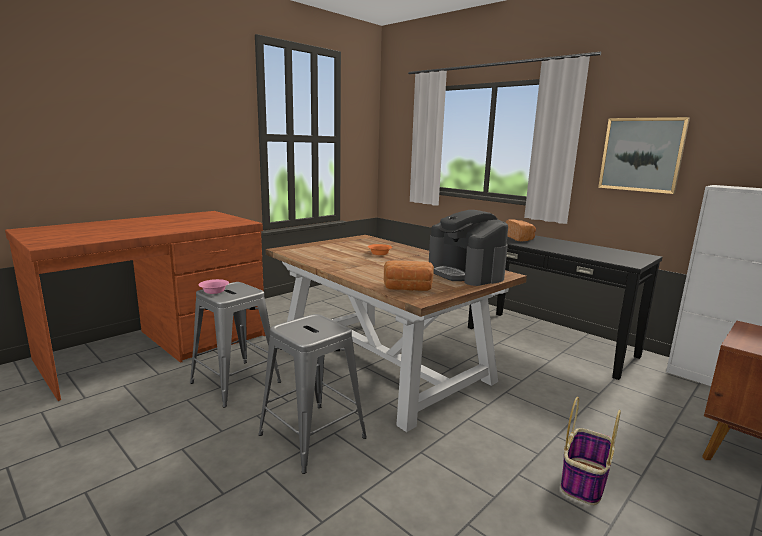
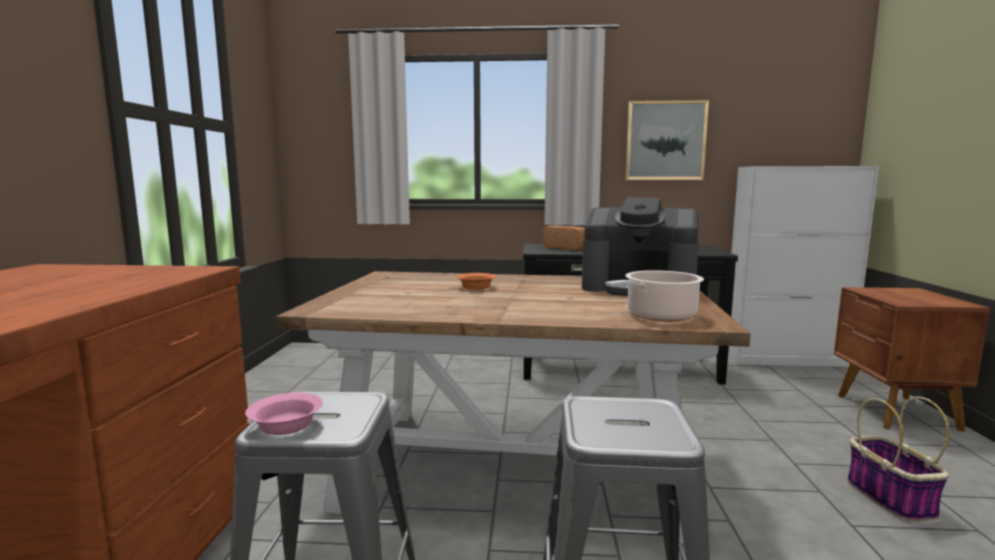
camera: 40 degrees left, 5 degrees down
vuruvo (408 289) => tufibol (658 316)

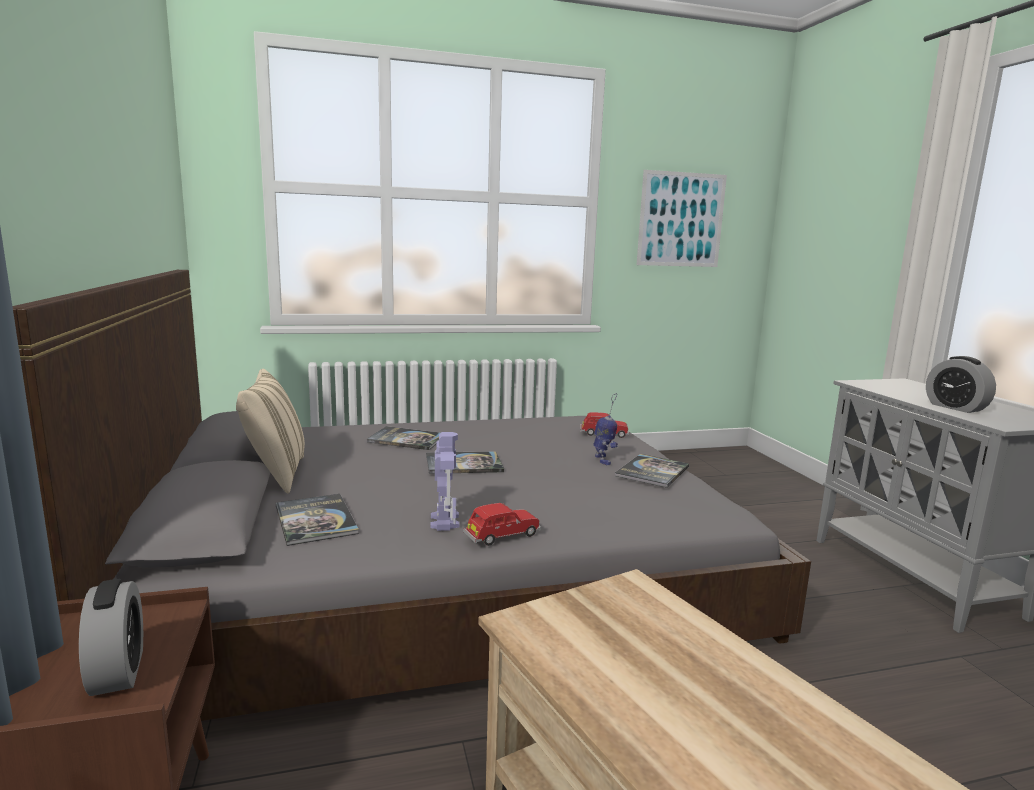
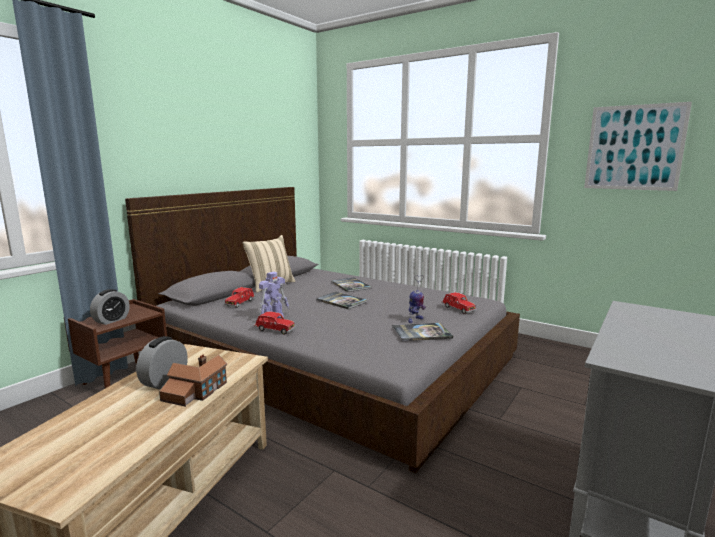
camera: 50 degrees right, 0 degrees up
nothing => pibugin (195 391)
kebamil (955 407) => kebamil (164 380), move
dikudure (315 520) => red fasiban (240 303)

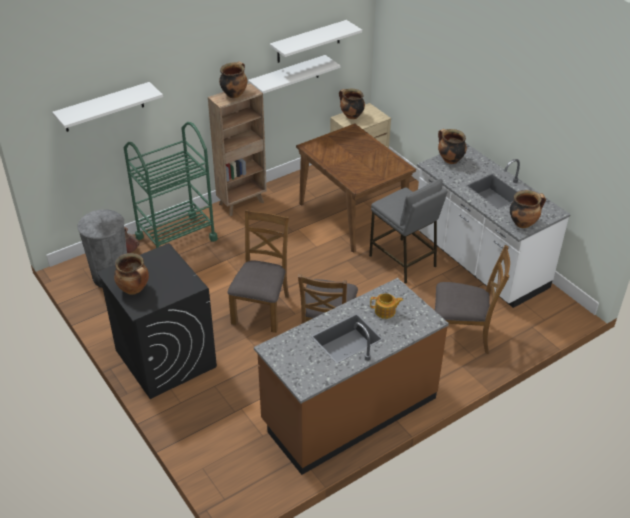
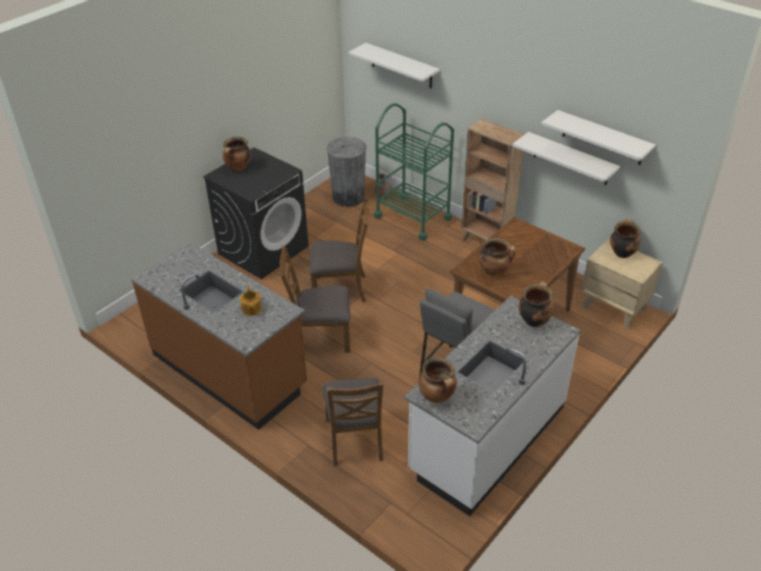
camera: 75 degrees right, 0 degrees up
tufibol (234 94) => tufibol (494 271), move

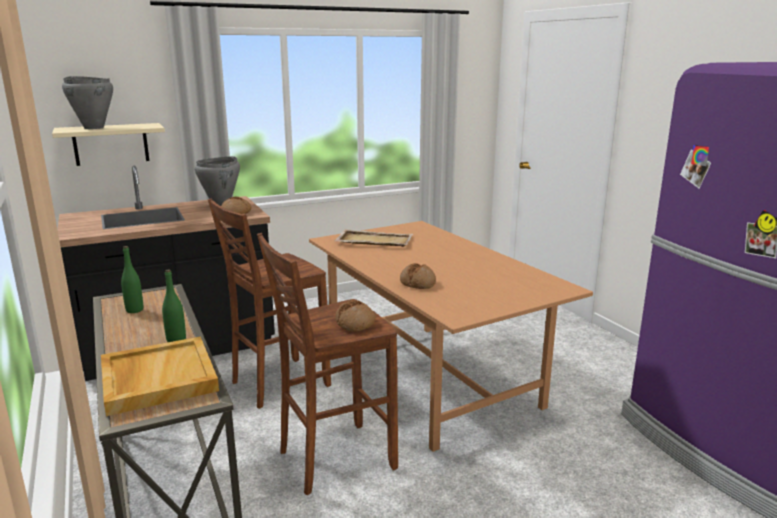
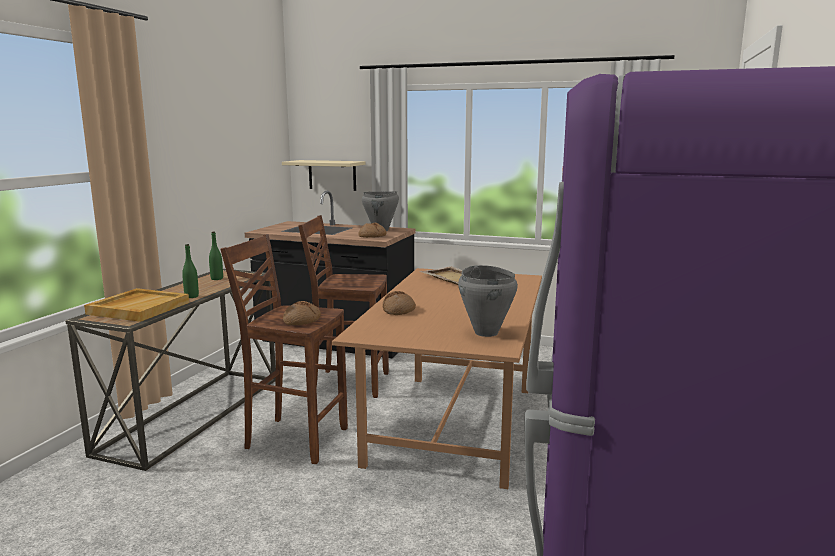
camera: 45 degrees right, 5 degrees down
grey tufibol (94 128) => grey tufibol (486 332), move

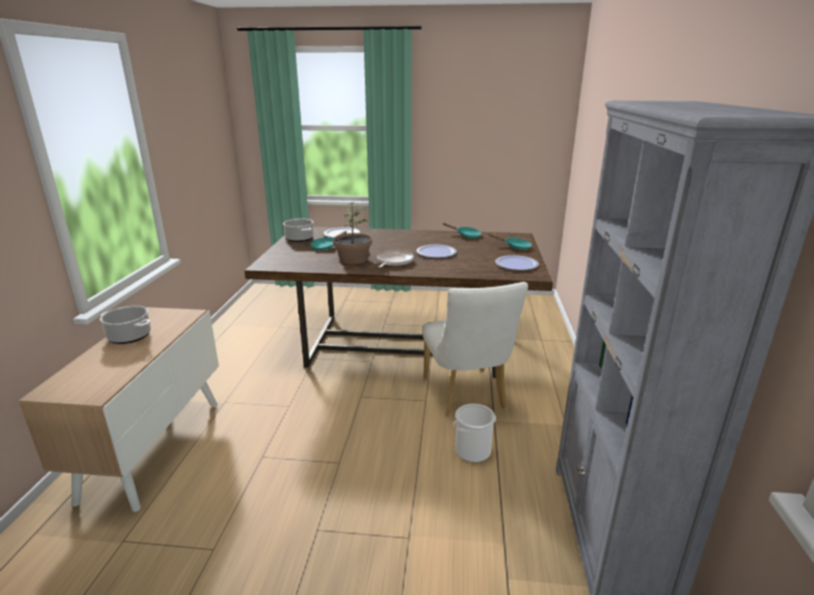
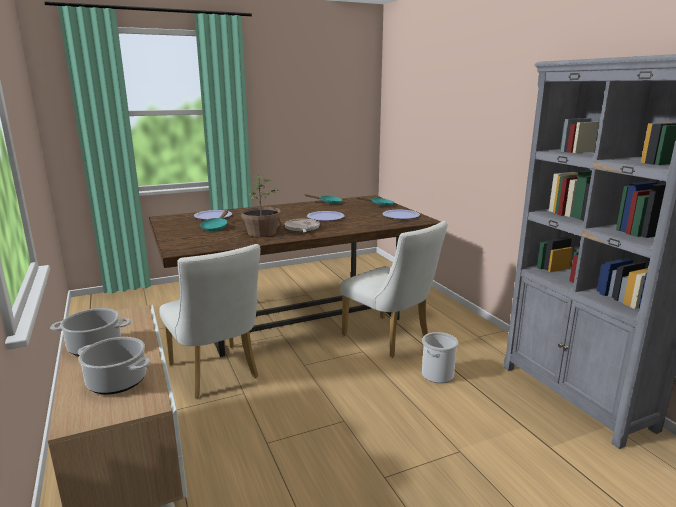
camera: 30 degrees left, 5 degrees down
nothing => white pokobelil (216 374)
tufibol (300 239) => tufibol (118 381), move

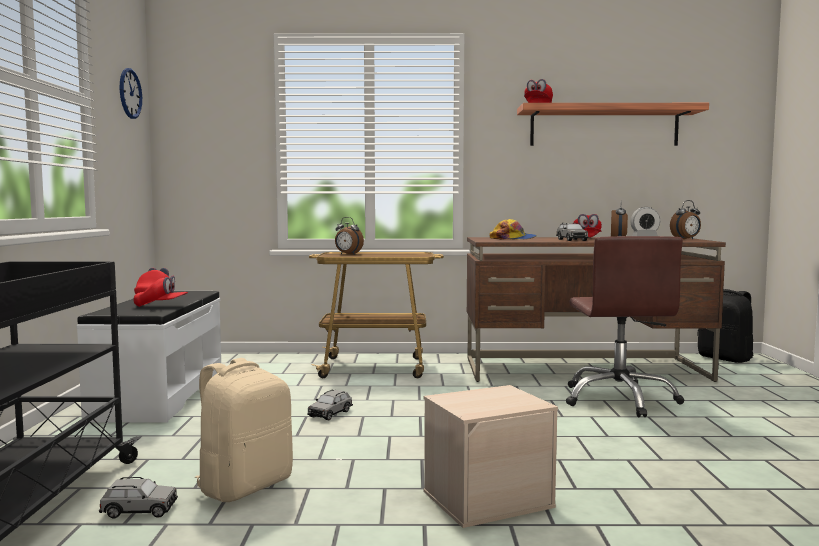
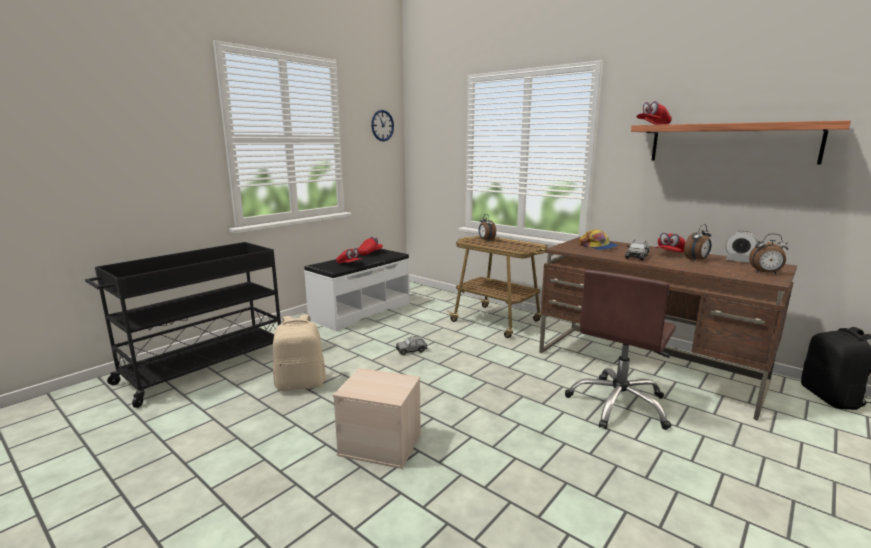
camera: 40 degrees right, 10 degrees up
grey fasiban (139 510) => nothing

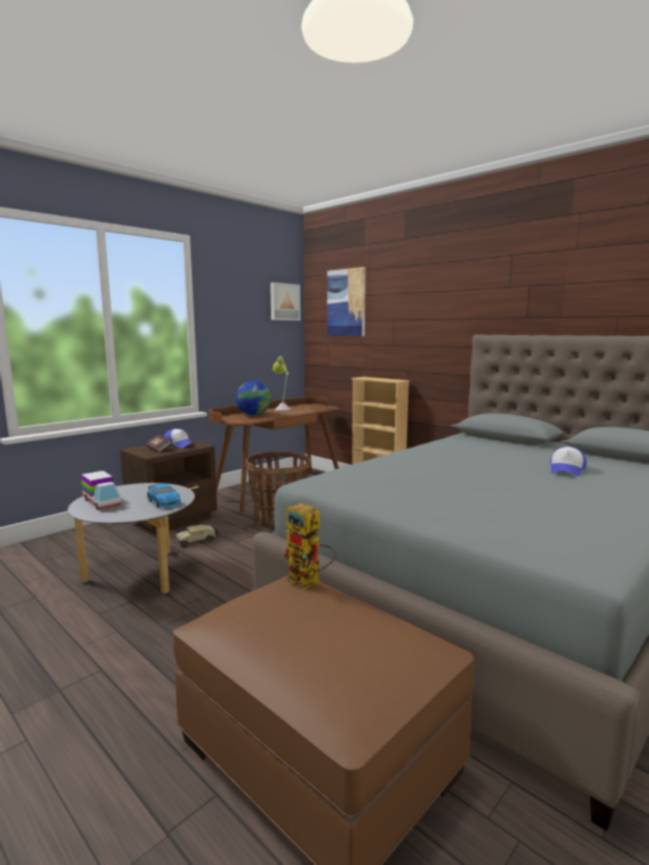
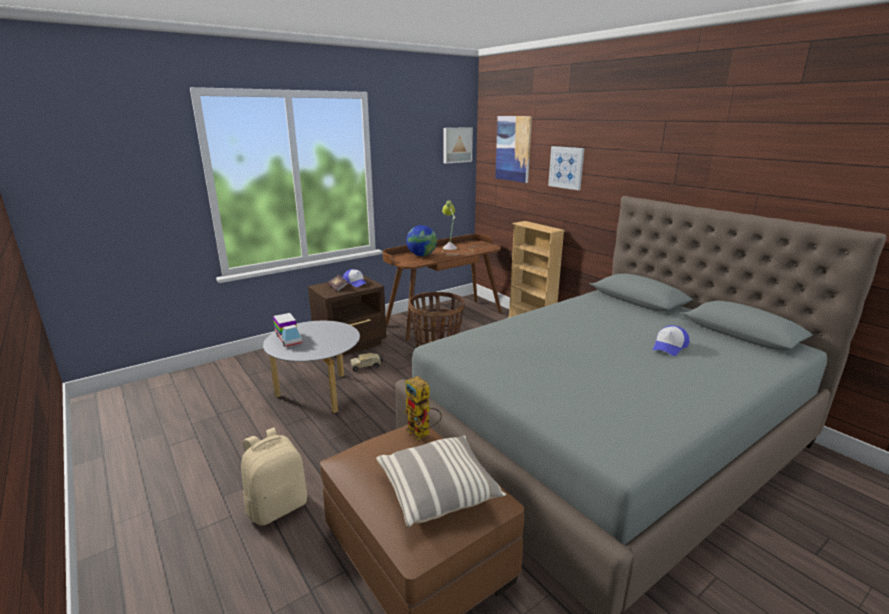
camera: 10 degrees right, 10 degrees up
fasiban (164 502) => nothing
nothing => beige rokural (278 506)
nothing => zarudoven (438 491)
nothing => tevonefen (566 167)

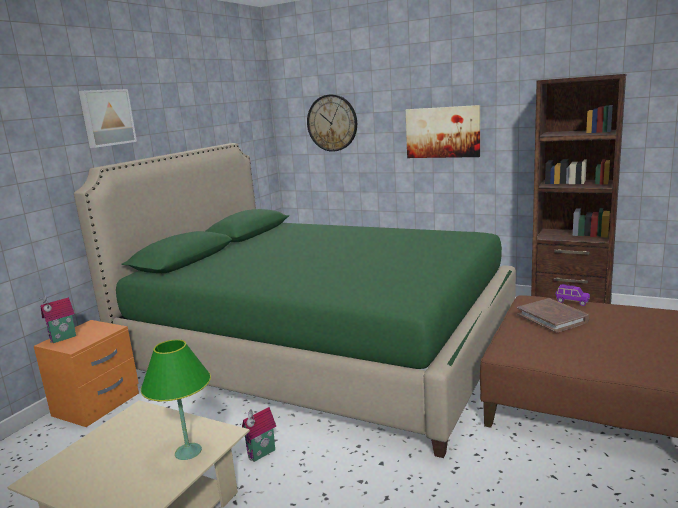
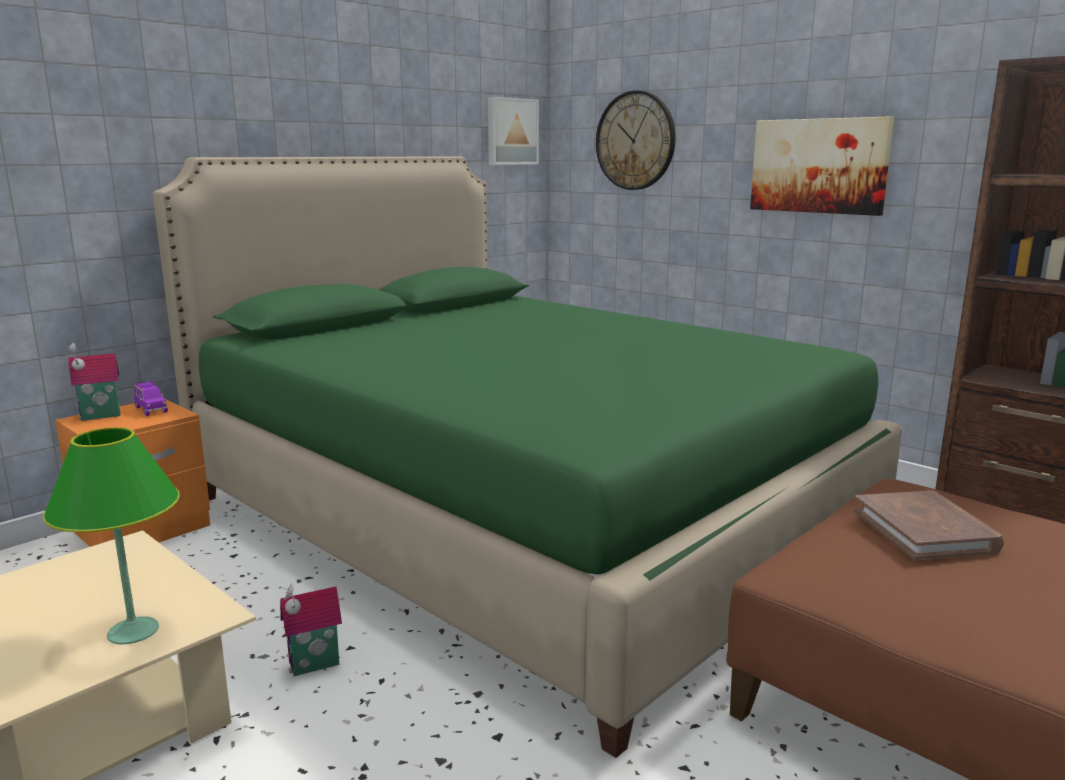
camera: 15 degrees right, 0 degrees up
tevonefen (106 117) => tevonefen (511 131), move
purple fasiban (572 302) => purple fasiban (151 409), move

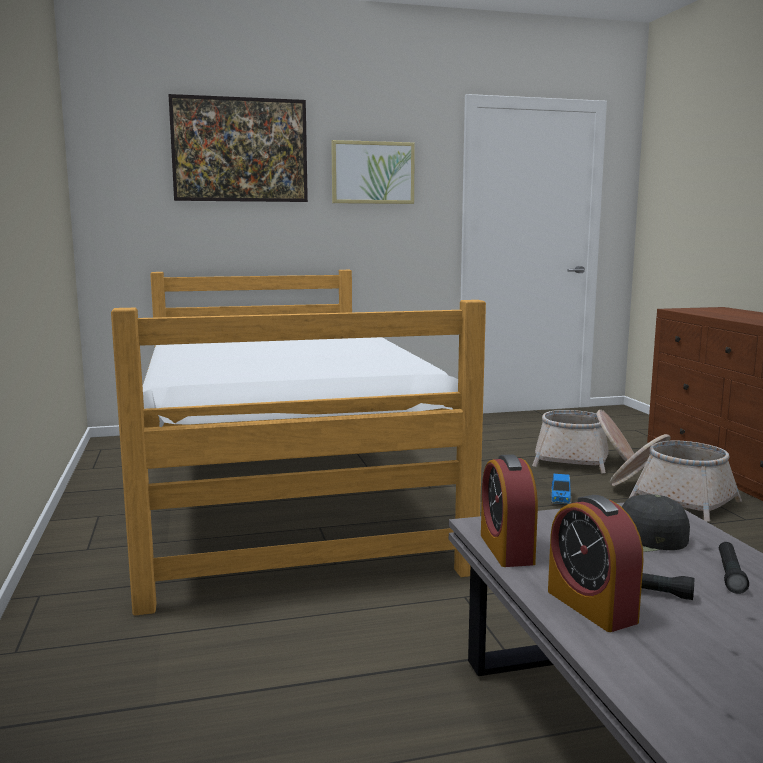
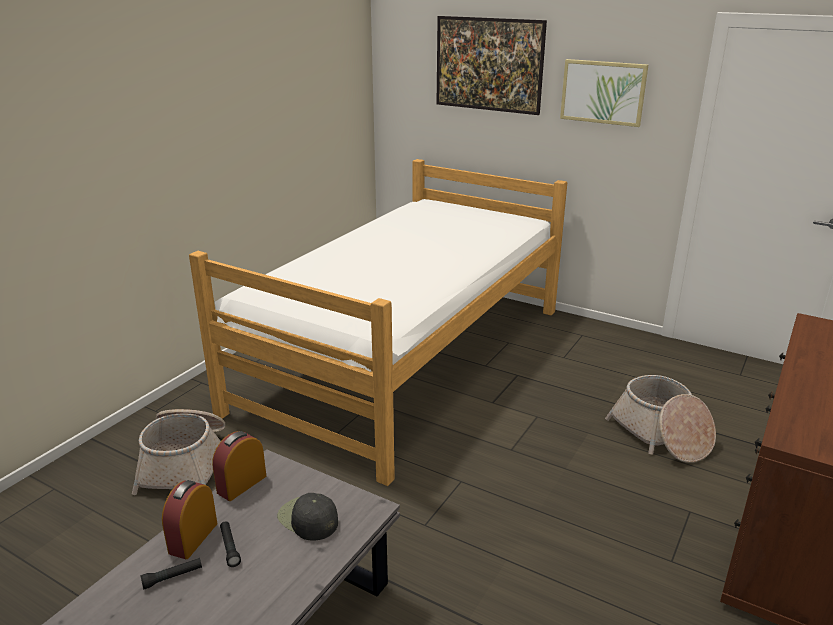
camera: 45 degrees right, 15 degrees up
fasiban (560 499) => nothing
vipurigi (670 498) => vipurigi (186 463), move
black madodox (730 574) => black madodox (172 577), move

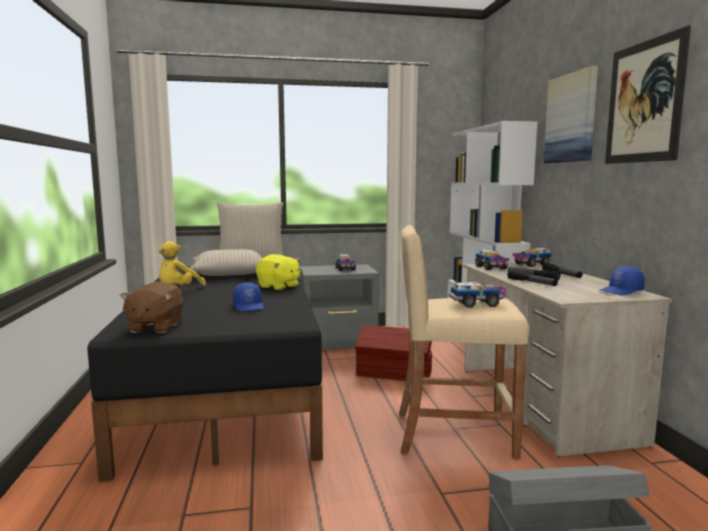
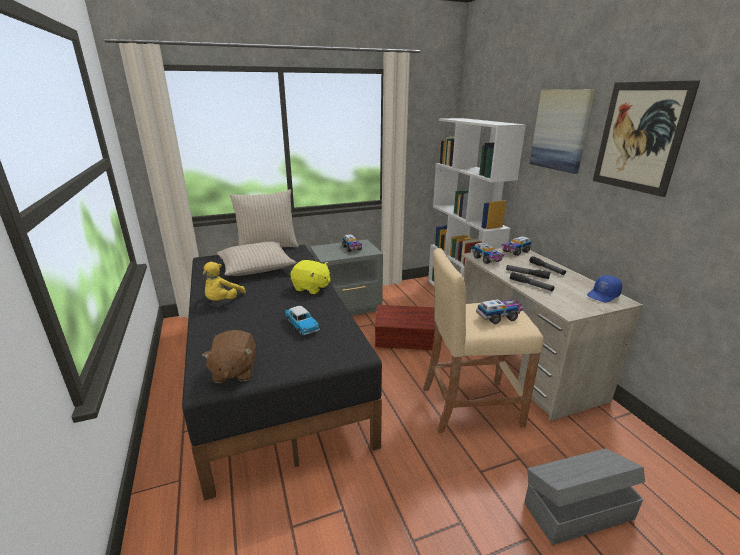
camera: 10 degrees left, 15 degrees up
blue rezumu (249 306) => fasiban (302 326)

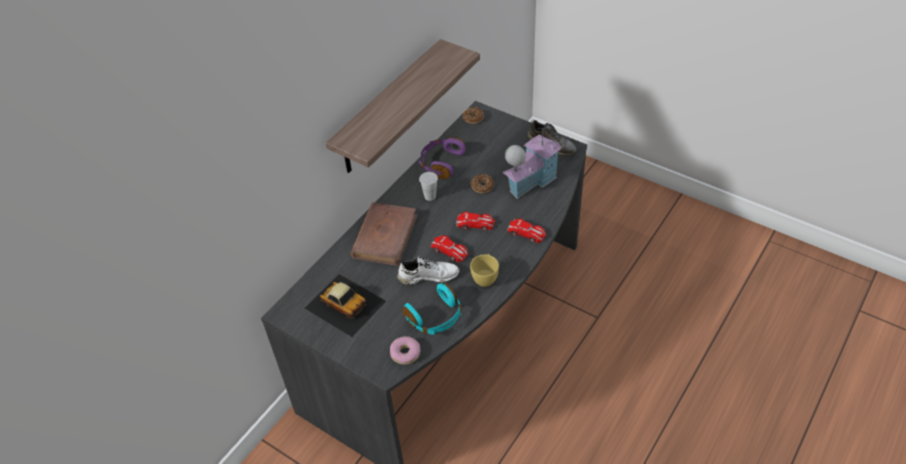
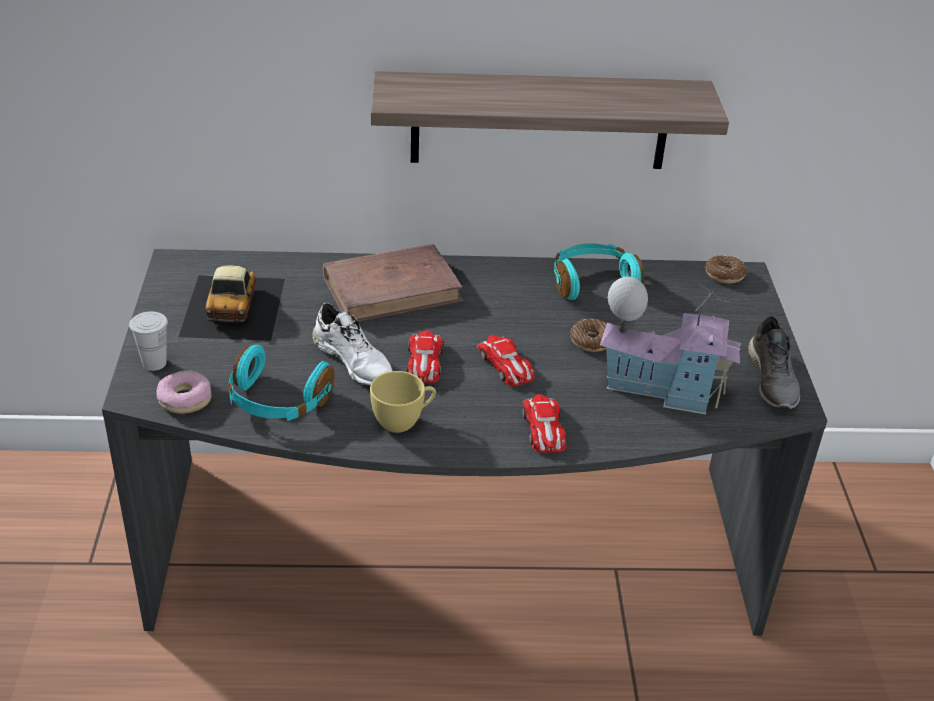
camera: 50 degrees right, 10 degrees down
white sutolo (430 196) => white sutolo (154 363), move
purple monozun (441 163) => turquoise monozun (593 282)

